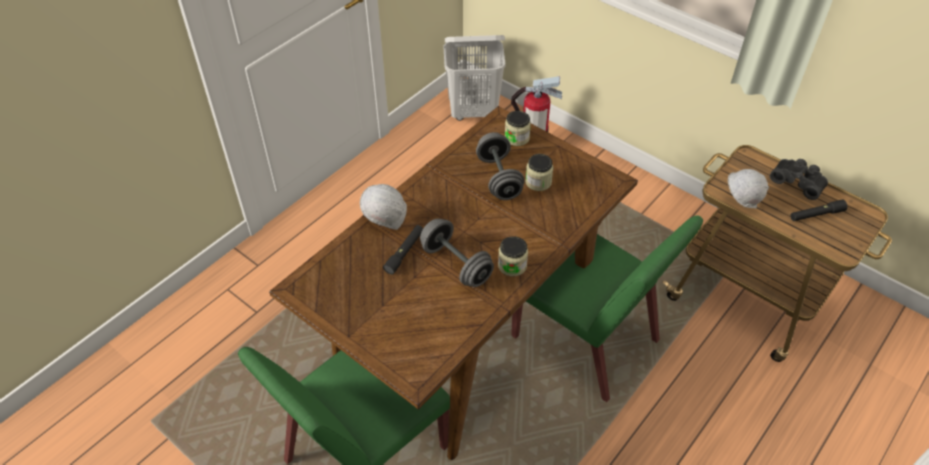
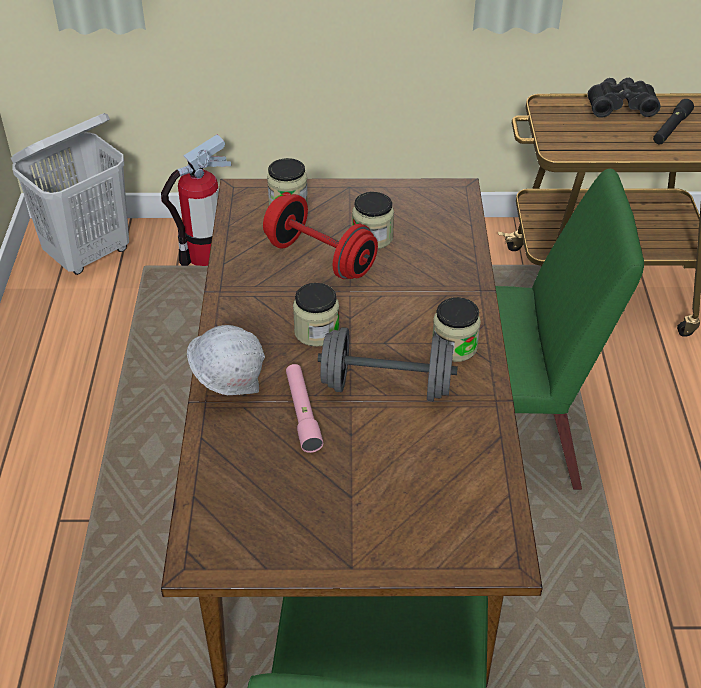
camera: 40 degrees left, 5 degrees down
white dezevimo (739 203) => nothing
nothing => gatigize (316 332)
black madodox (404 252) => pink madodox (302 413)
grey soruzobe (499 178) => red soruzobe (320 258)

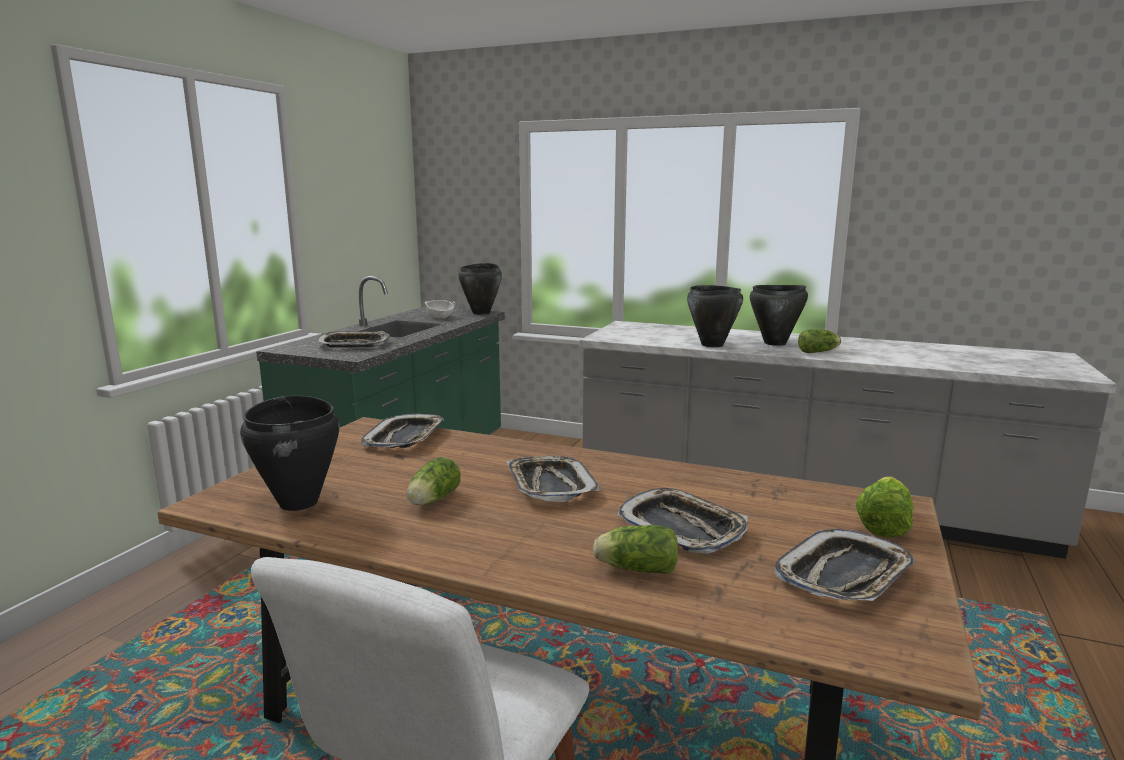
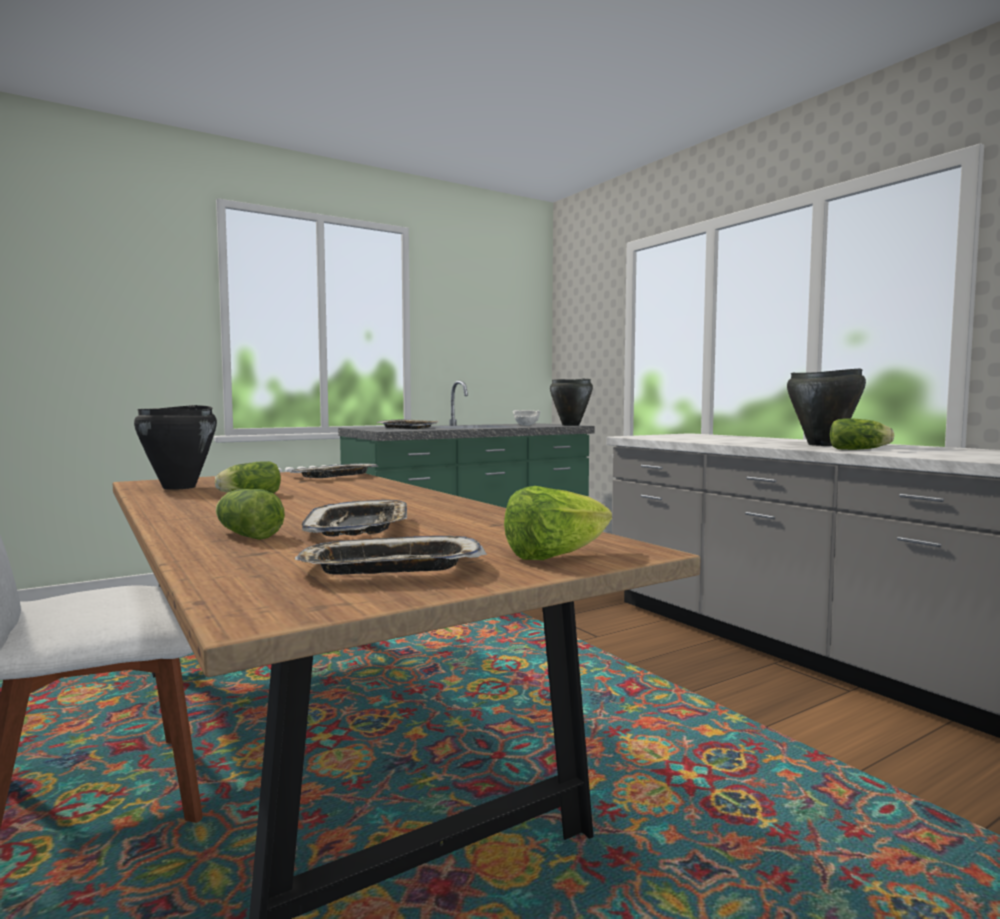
camera: 35 degrees right, 10 degrees down
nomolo (550 485) => nothing
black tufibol (712 345) => nothing

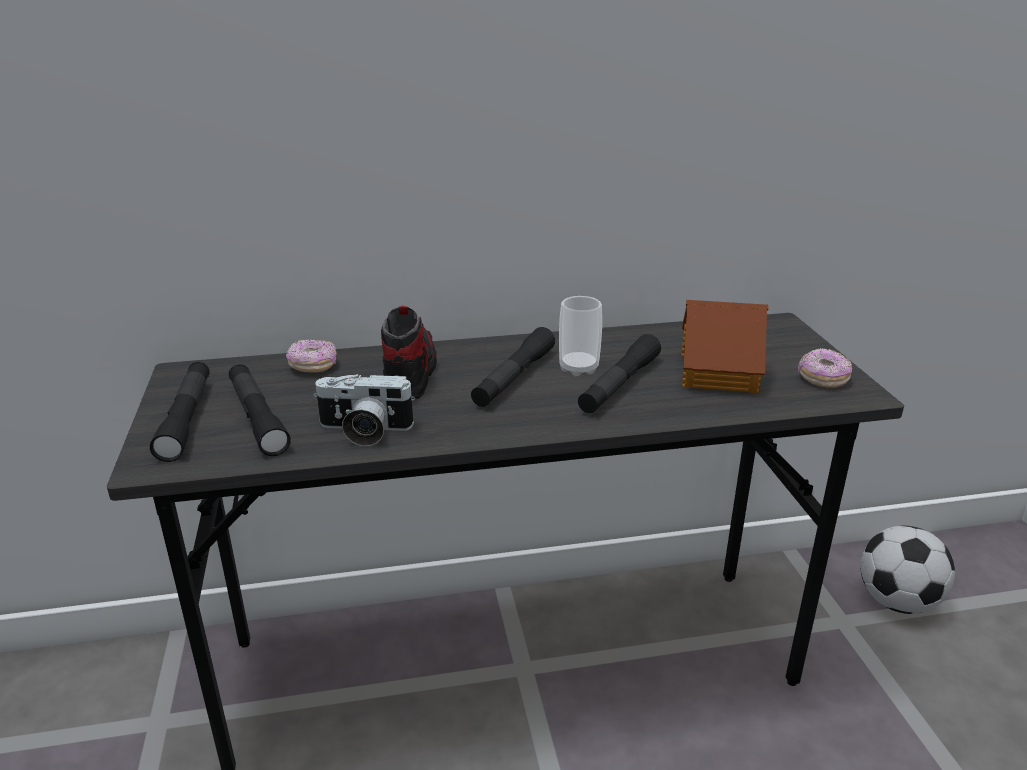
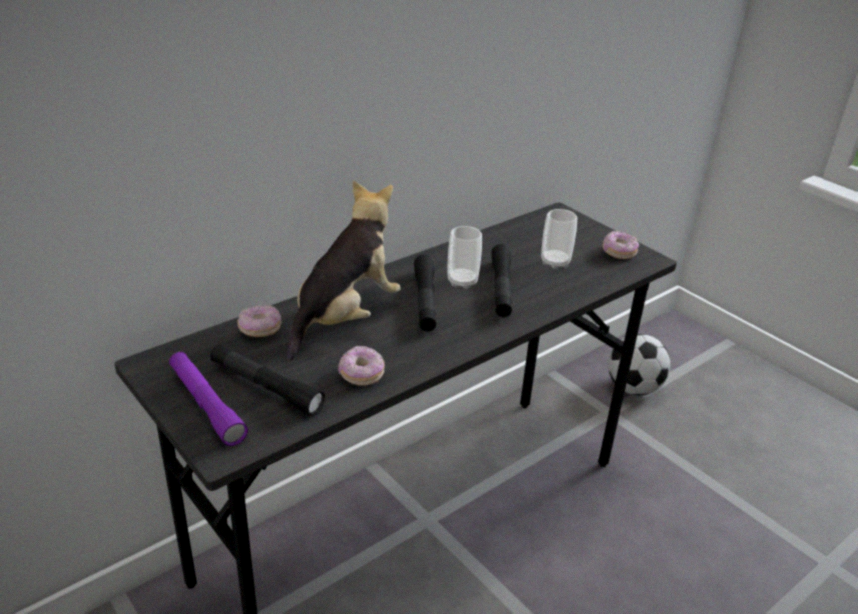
camera: 30 degrees left, 5 degrees up
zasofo (364 431) => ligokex (361 374)
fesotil (409 374) => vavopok (345 317)
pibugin (719 372) => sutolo (555 262)
black madodox (186 419) => purple madodox (206 405)

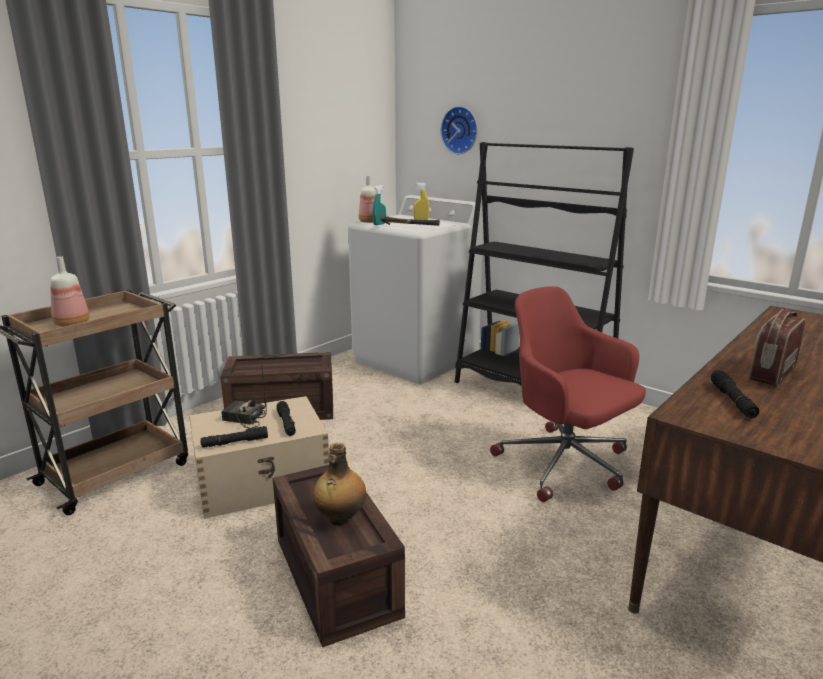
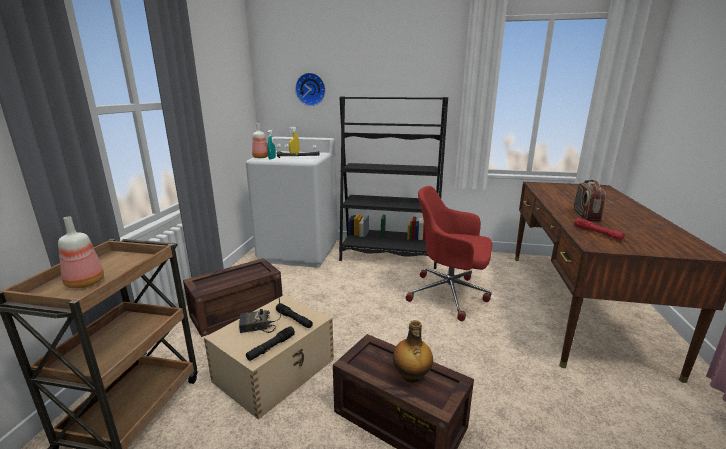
camera: 30 degrees left, 0 degrees up
black madodox (732 401) => red madodox (597 233)

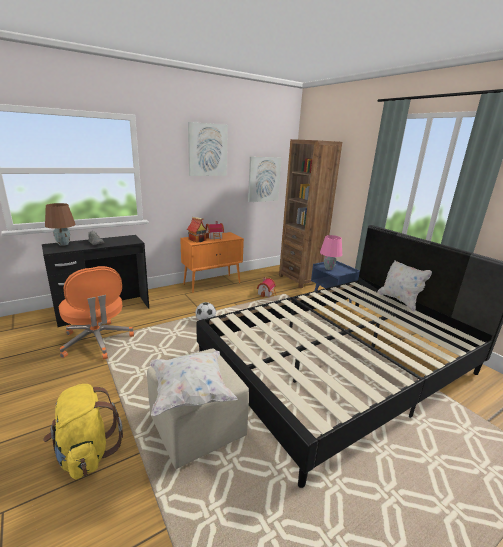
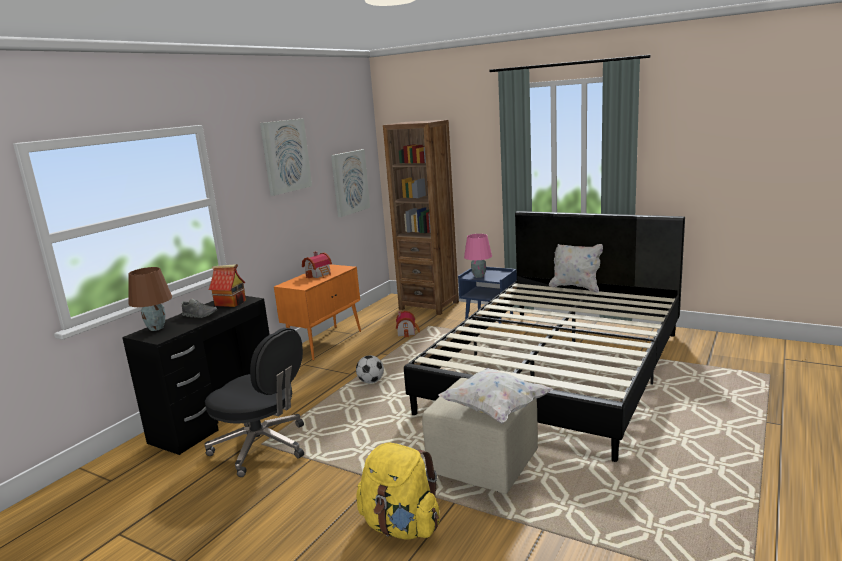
camera: 25 degrees left, 5 degrees down
pibugin (197 240) => pibugin (231 303), move
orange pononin (97 341) => black pononin (263 447)

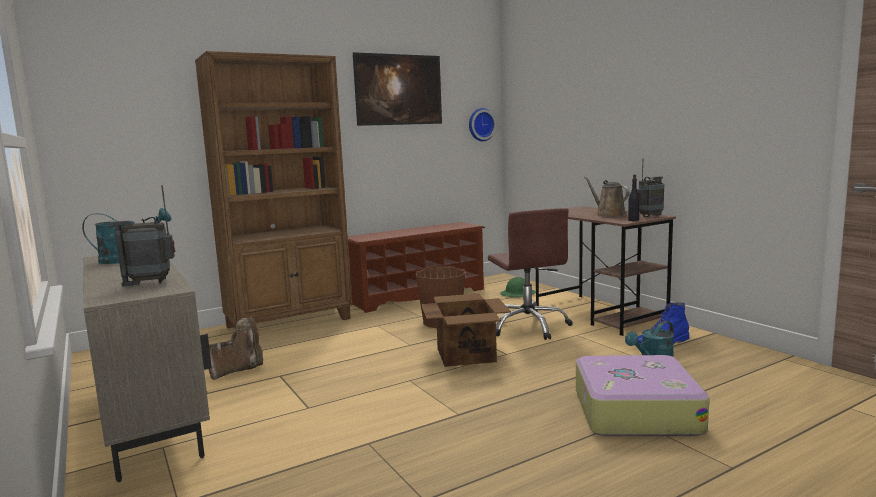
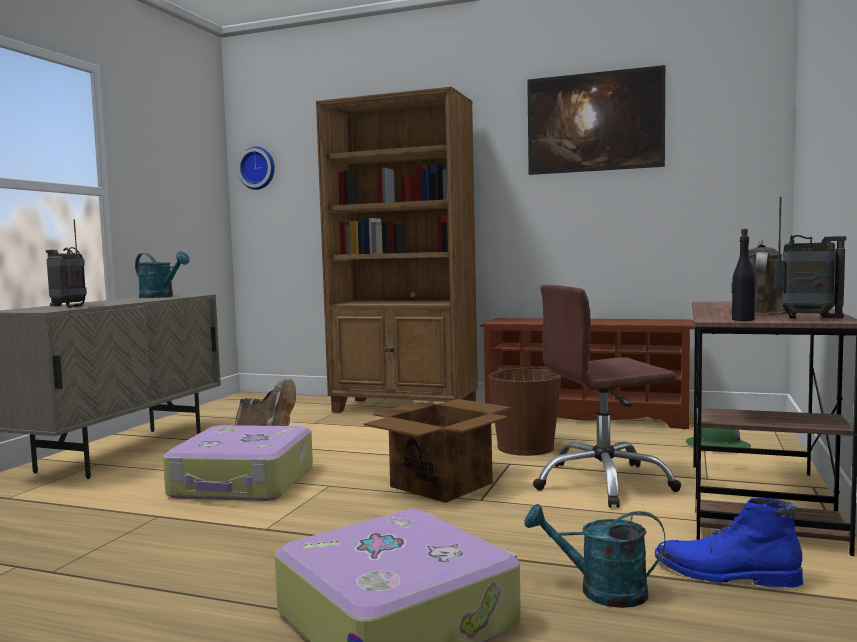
camera: 50 degrees right, 5 degrees down
nothing => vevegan (243 482)
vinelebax (480 124) => vinelebax (258 168), move
brown pononin (528 326) => brown pononin (603 483), 45 degrees clockwise

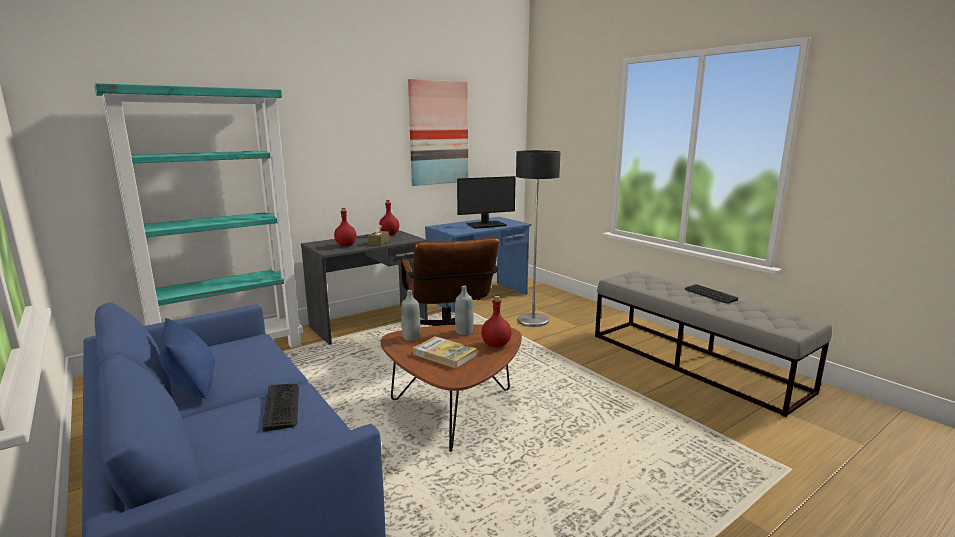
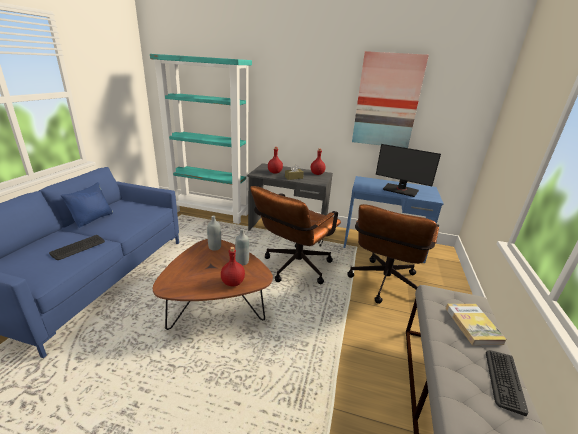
camera: 50 degrees right, 10 degrees up
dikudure (444 354) => dikudure (472 325), move
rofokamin (532 321) => brown pononin (383 286)

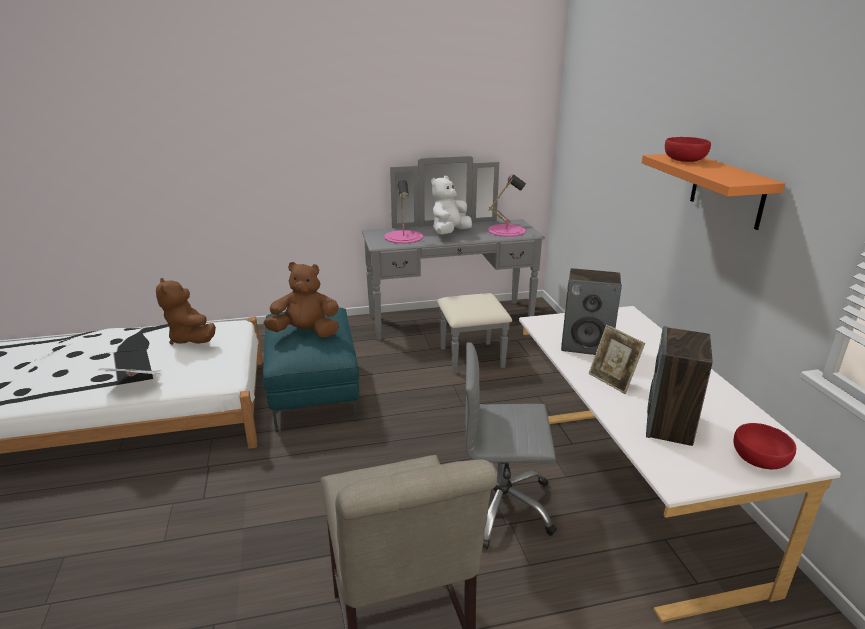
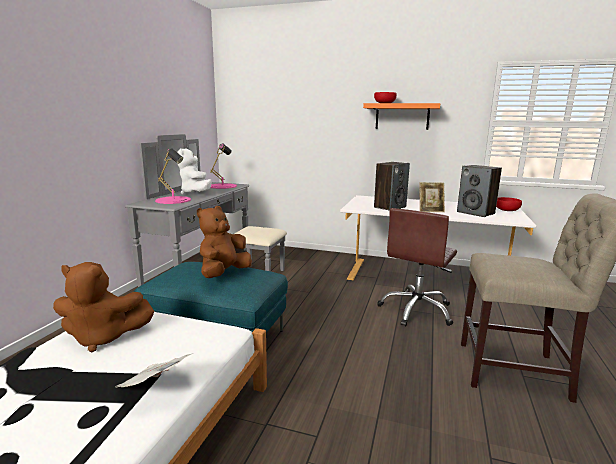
camera: 60 degrees left, 10 degrees down
grey pononin (500 506) => brown pononin (416 310)

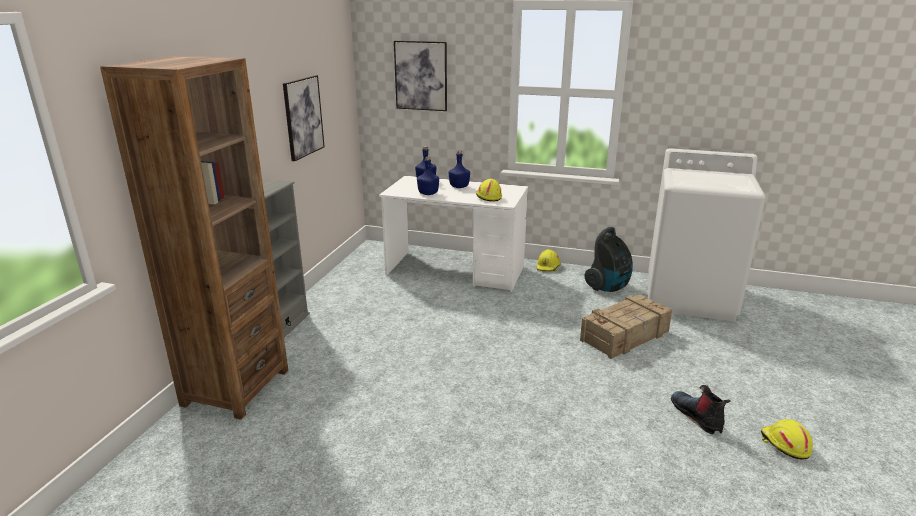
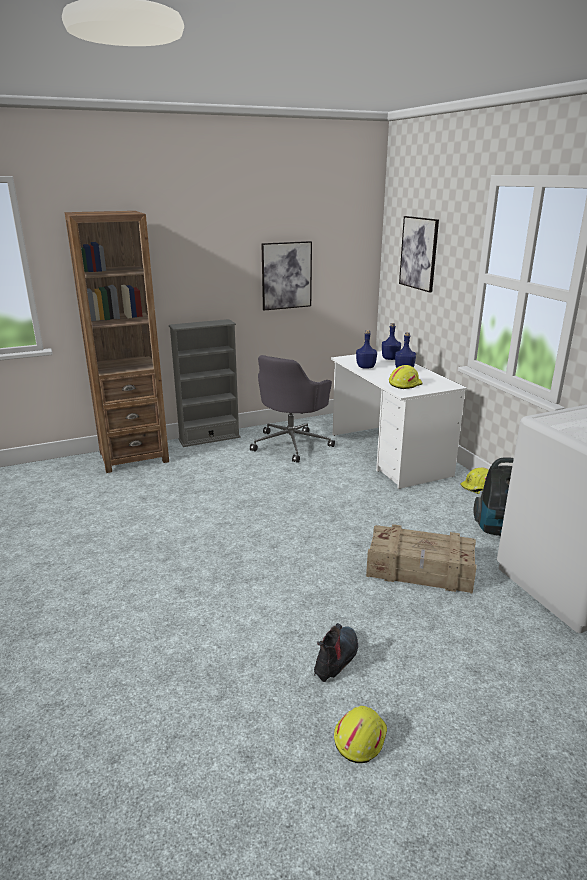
camera: 50 degrees right, 0 degrees up
nothing => grey pononin (292 444)

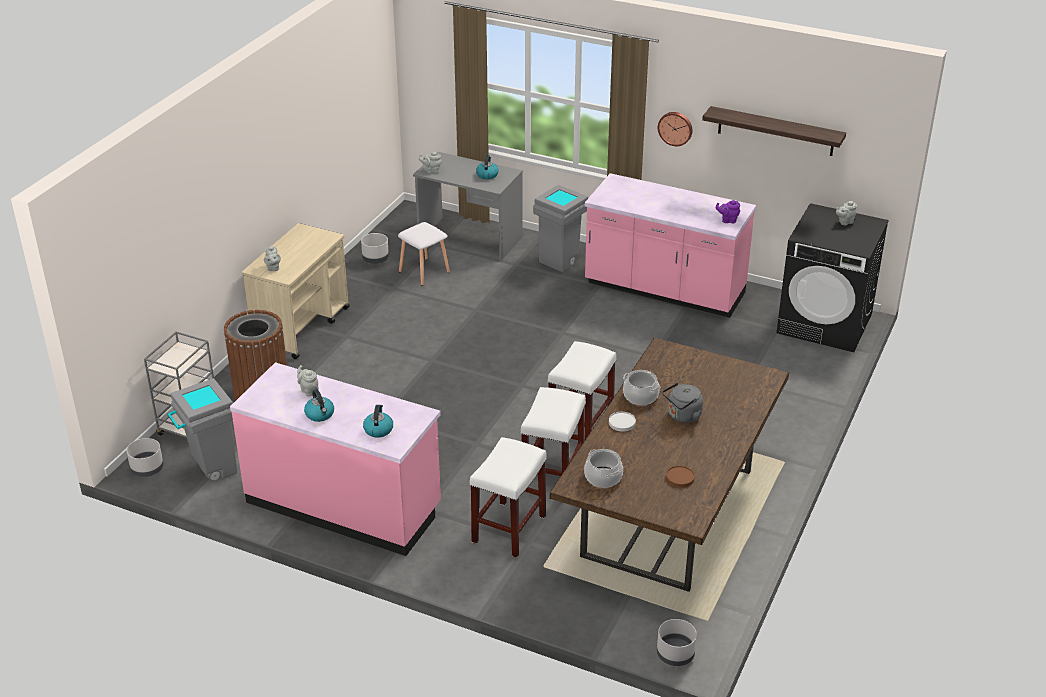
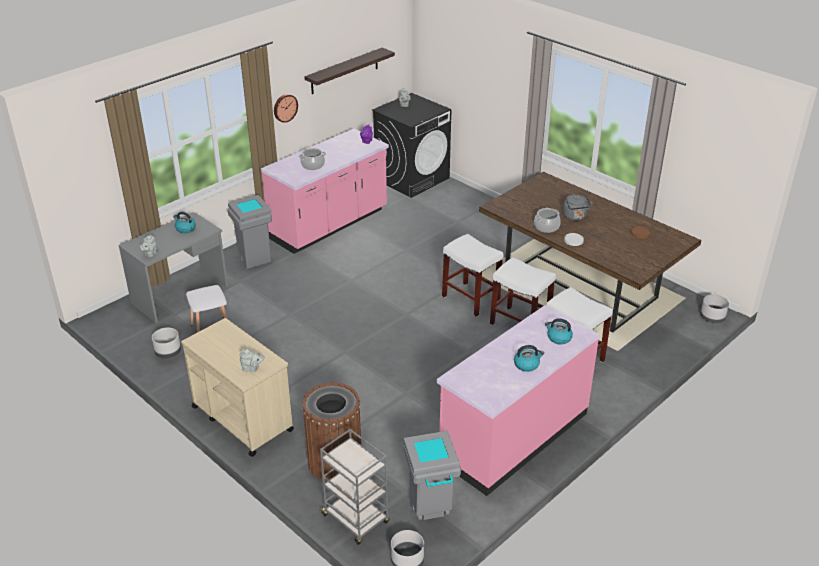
camera: 70 degrees left, 0 degrees up
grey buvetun (308 390) => nothing
tufibol (603 477) => tufibol (313 165), move

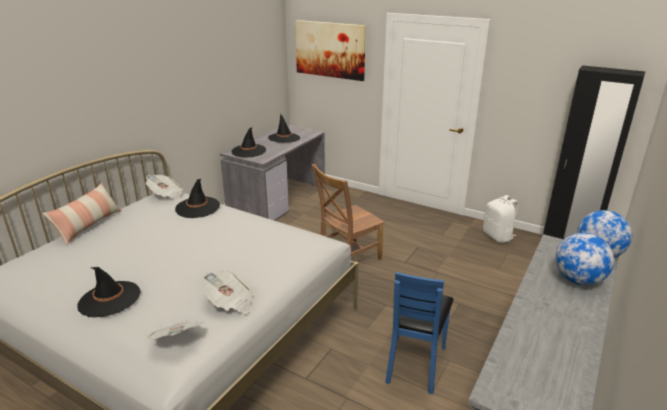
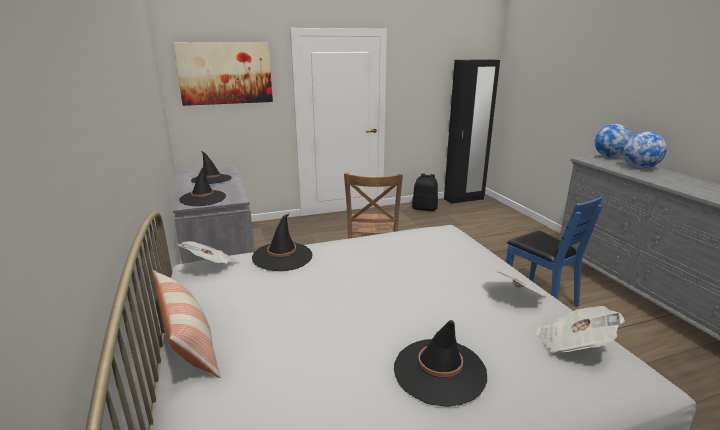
camera: 50 degrees left, 5 degrees down
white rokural (498 236) => black rokural (424 209)

